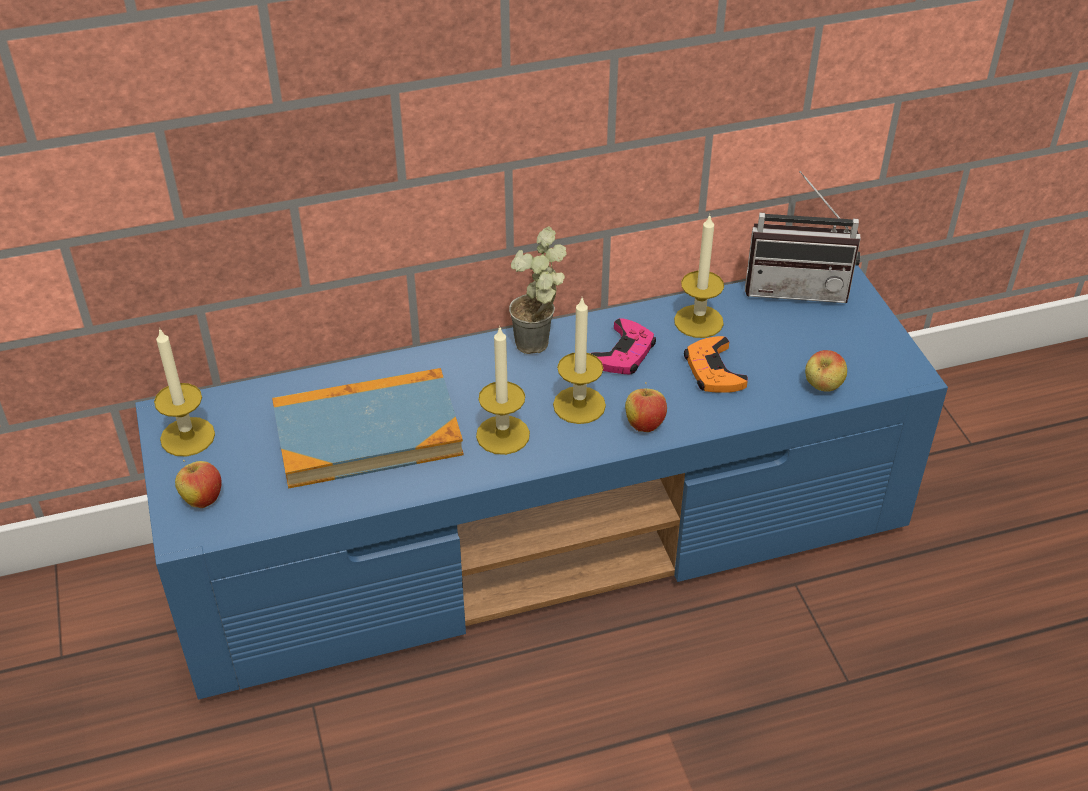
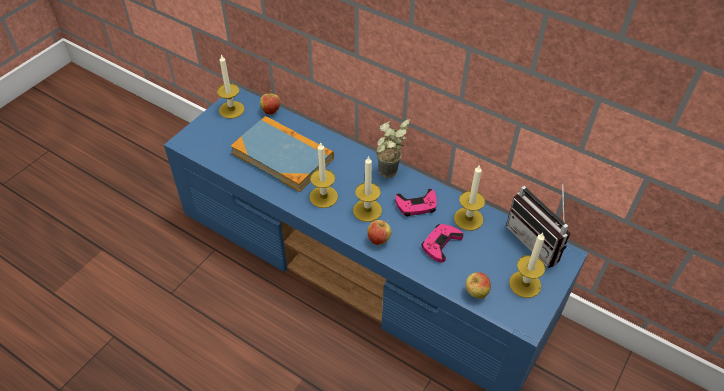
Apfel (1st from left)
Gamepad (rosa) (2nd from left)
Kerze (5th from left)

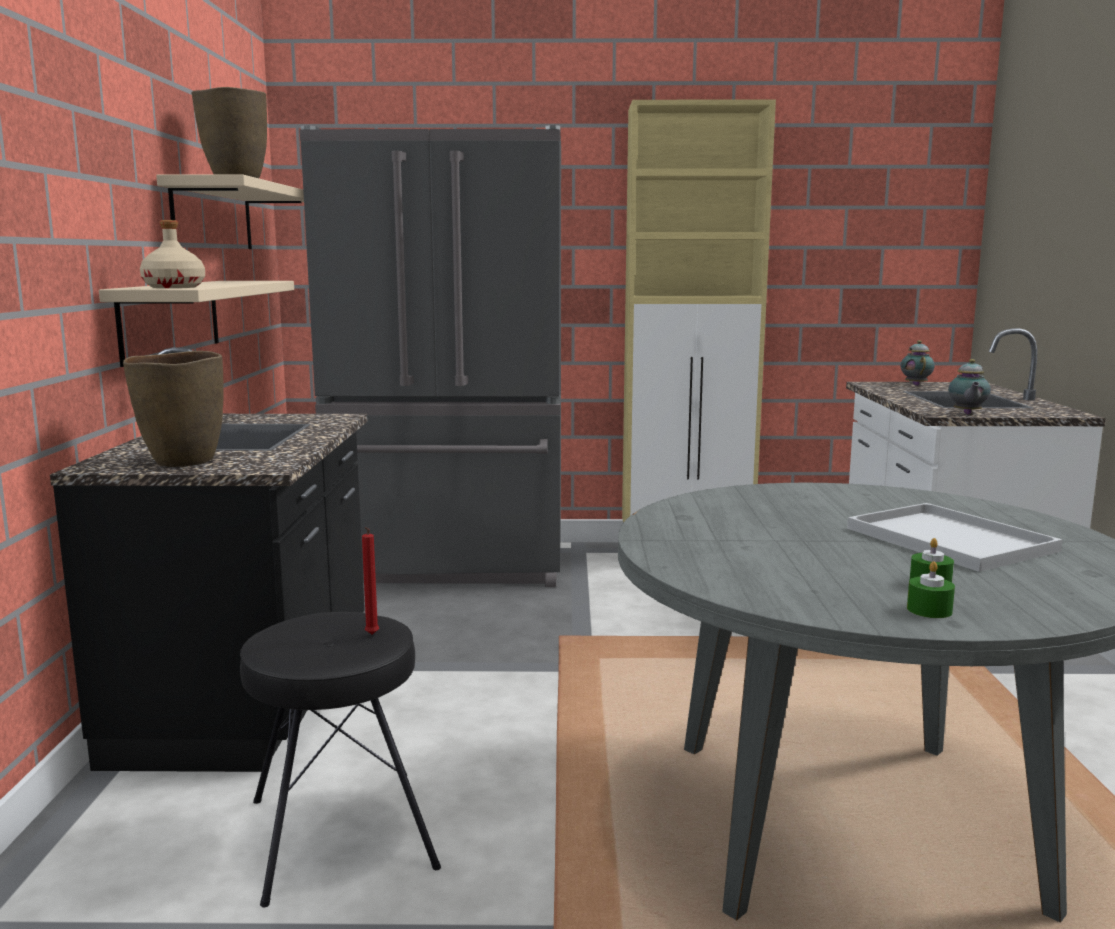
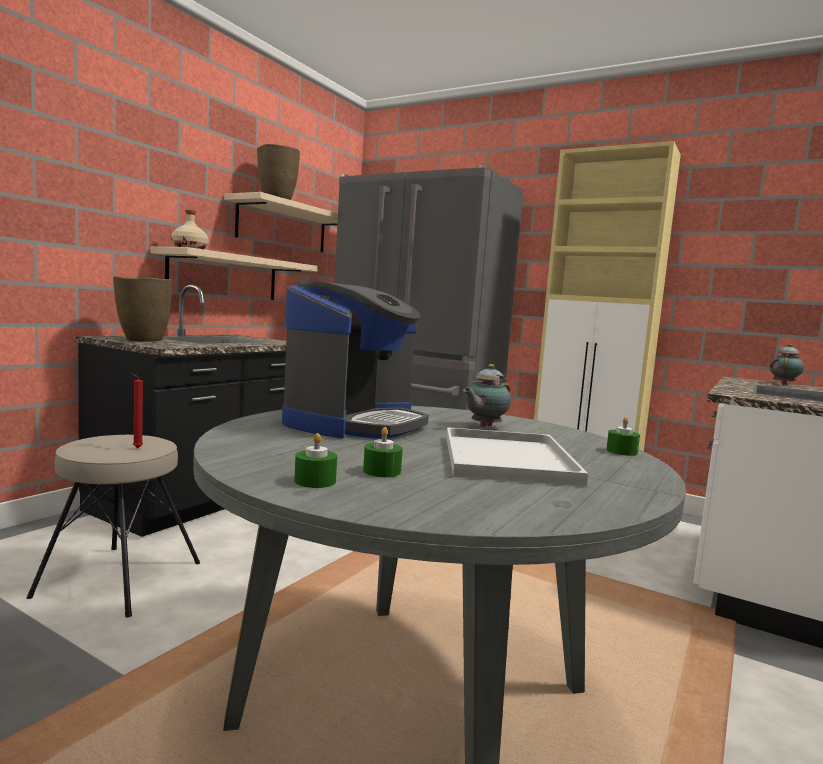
Hocker (beige)
Kaffeemaschine
Teekanne (1st from left)
Kerze (grün) (3rd from left)

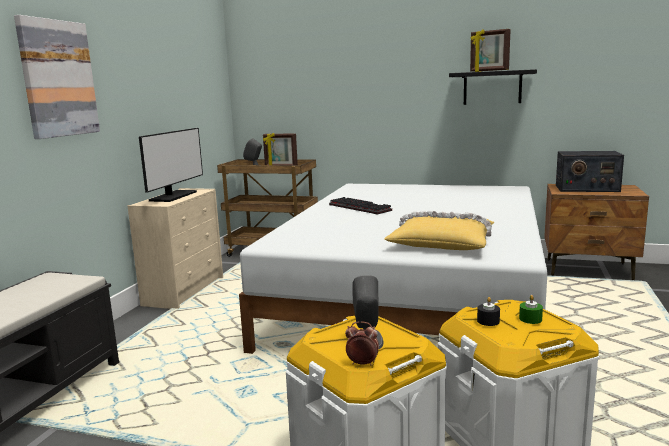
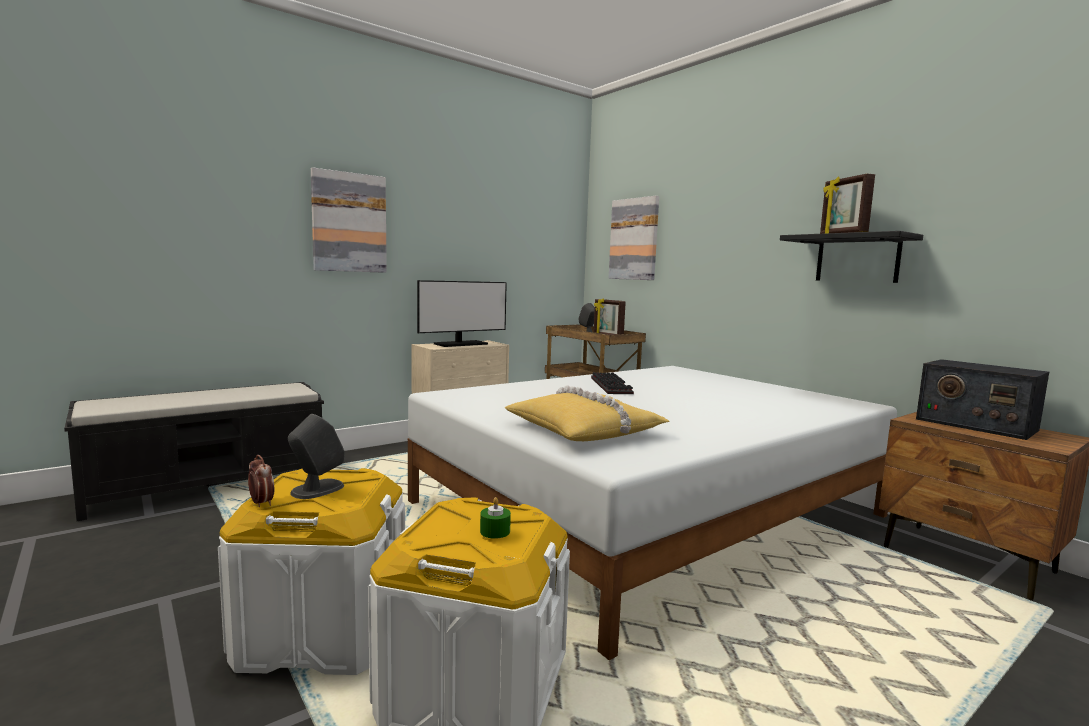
Bild (2nd from left)
Kerze (schwarz)

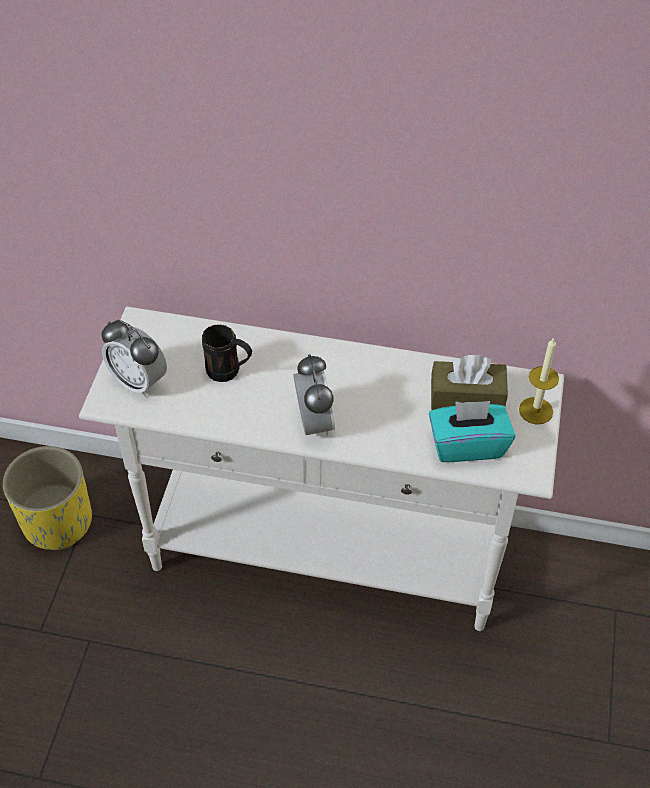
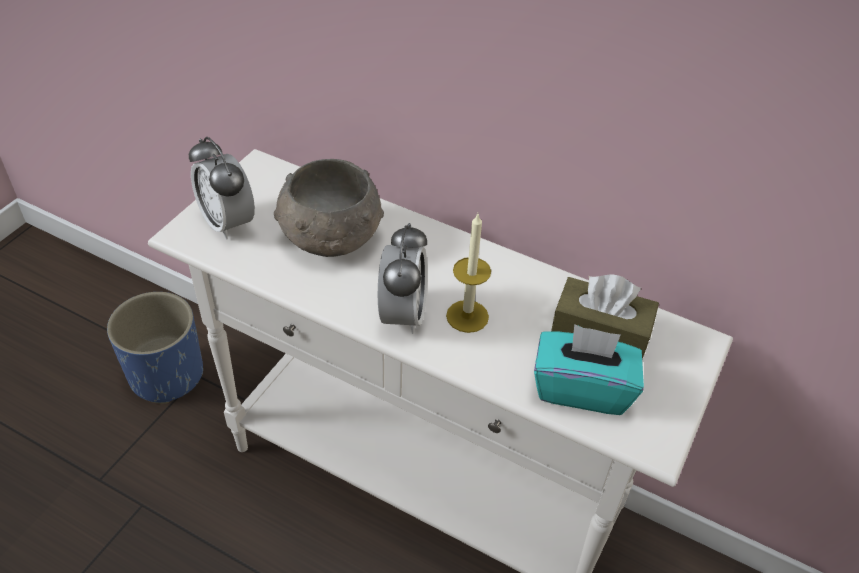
Pflanzkübel (blau)
Schüssel (grau)
Kerze

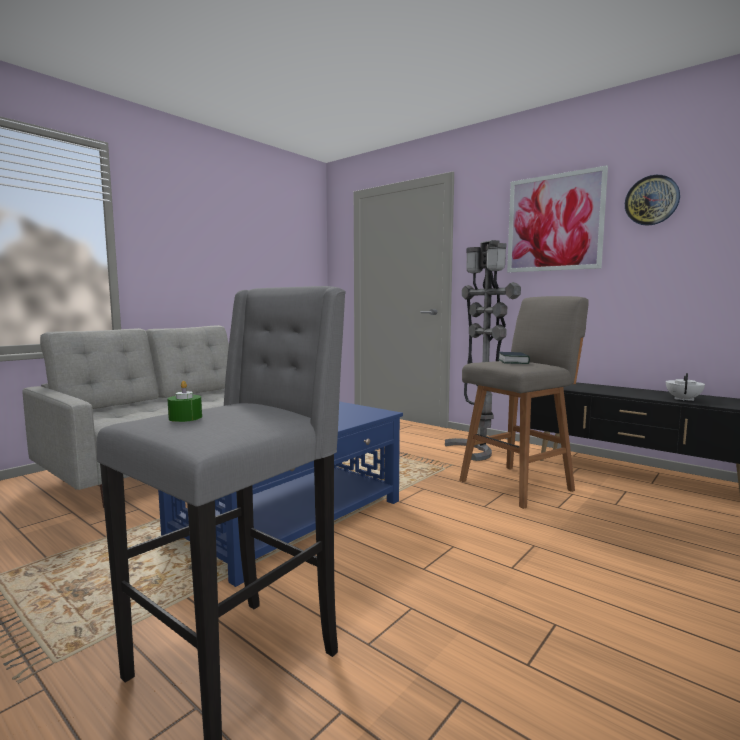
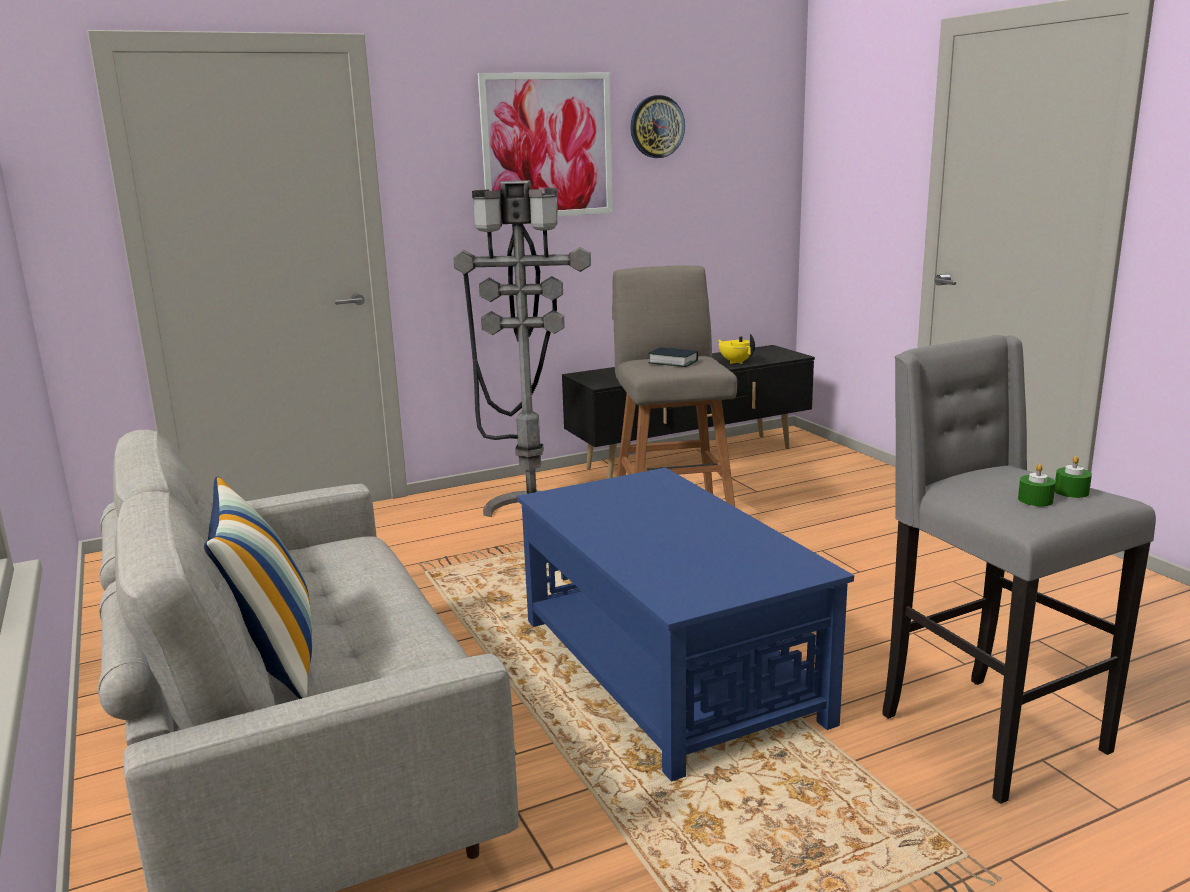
Kissen
Teekanne (gelb)
Kerze (grün) (2nd from left)

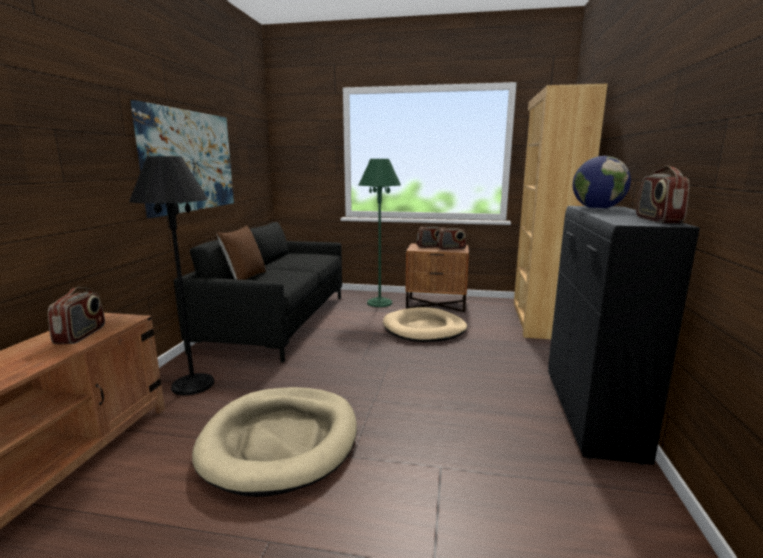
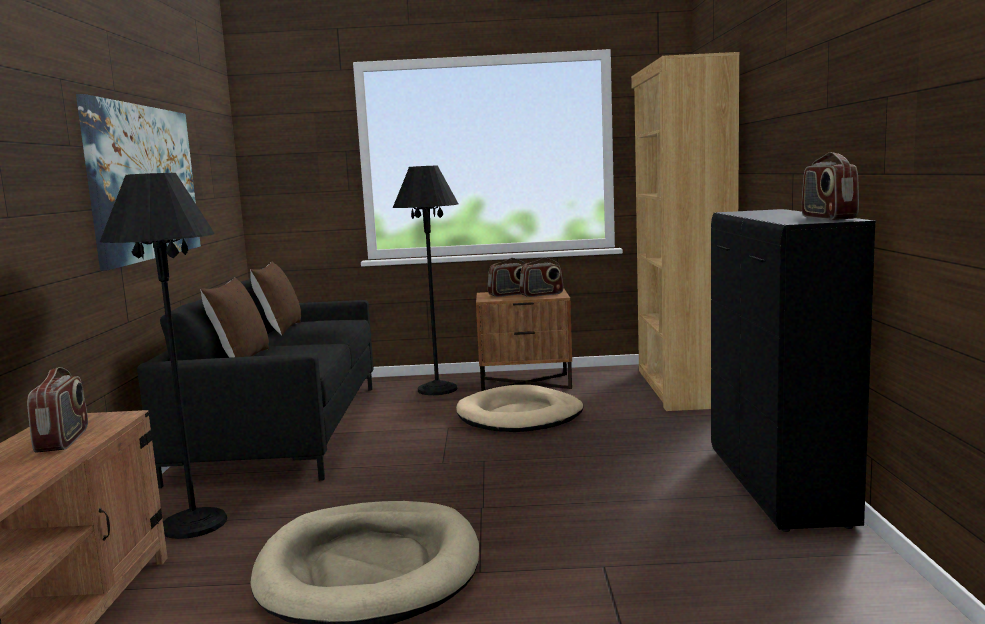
Kissen (braun) (2nd from left)
Stehlampe (schwarz) (2nd from left)
Globus

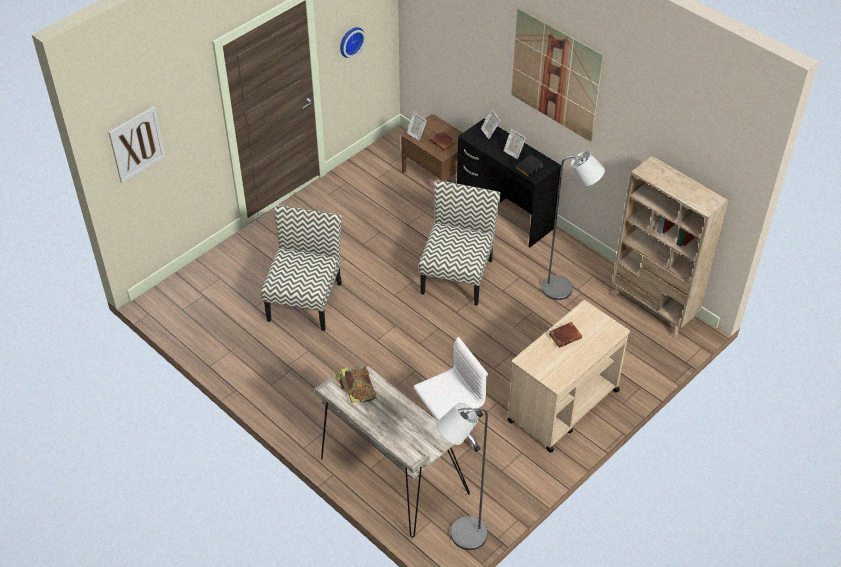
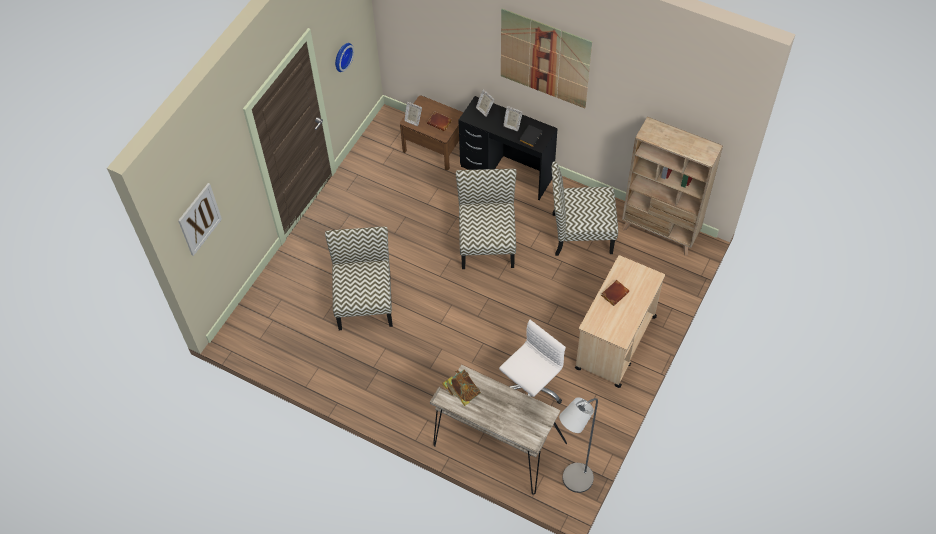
Stuhl (3rd from left)

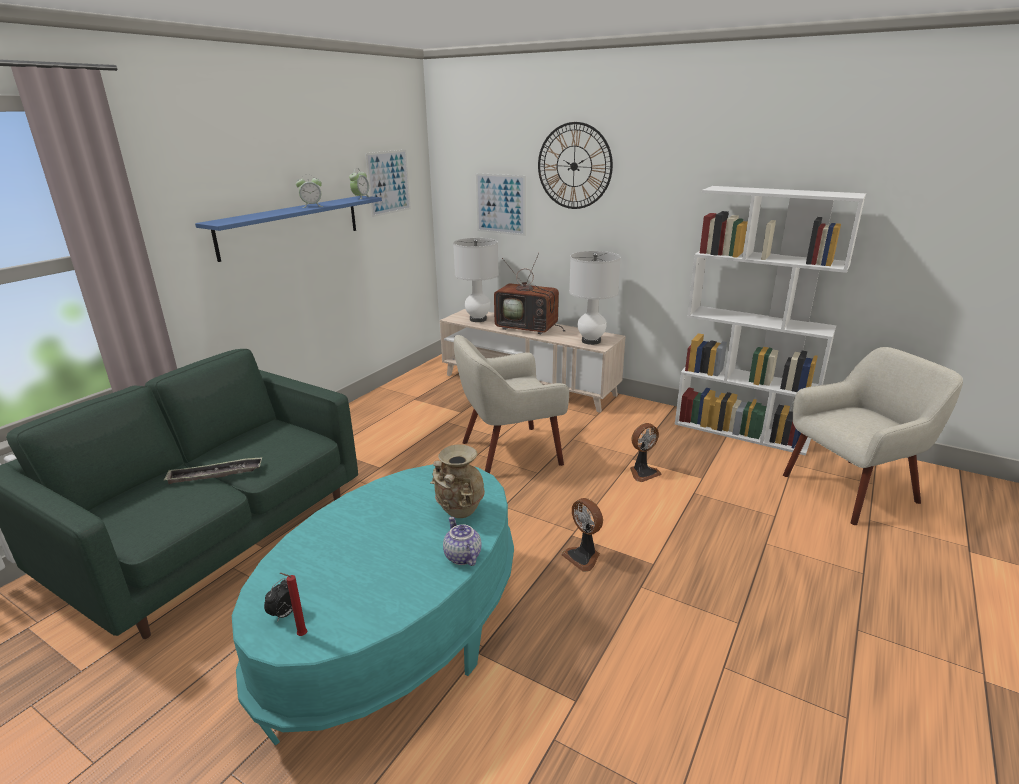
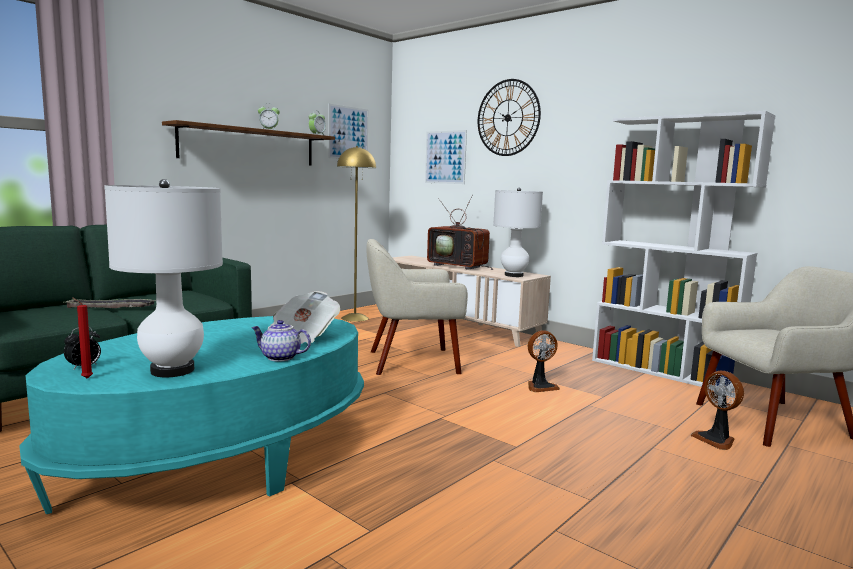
Tischlampe (weiß) (1st from left)
Wandregal (braun)
Teekanne
Zeitung
Stehlampe (gelb)
Ventilator (2nd from left)

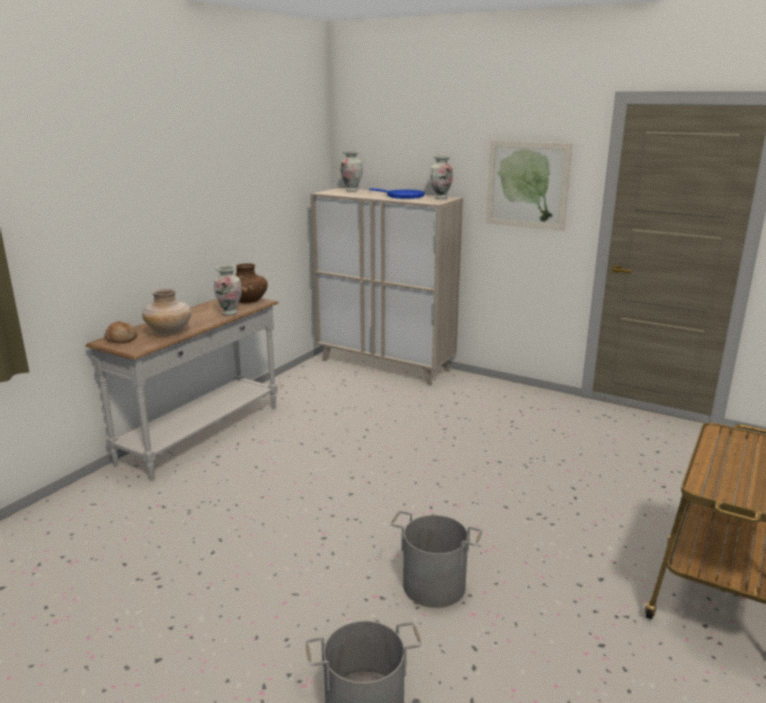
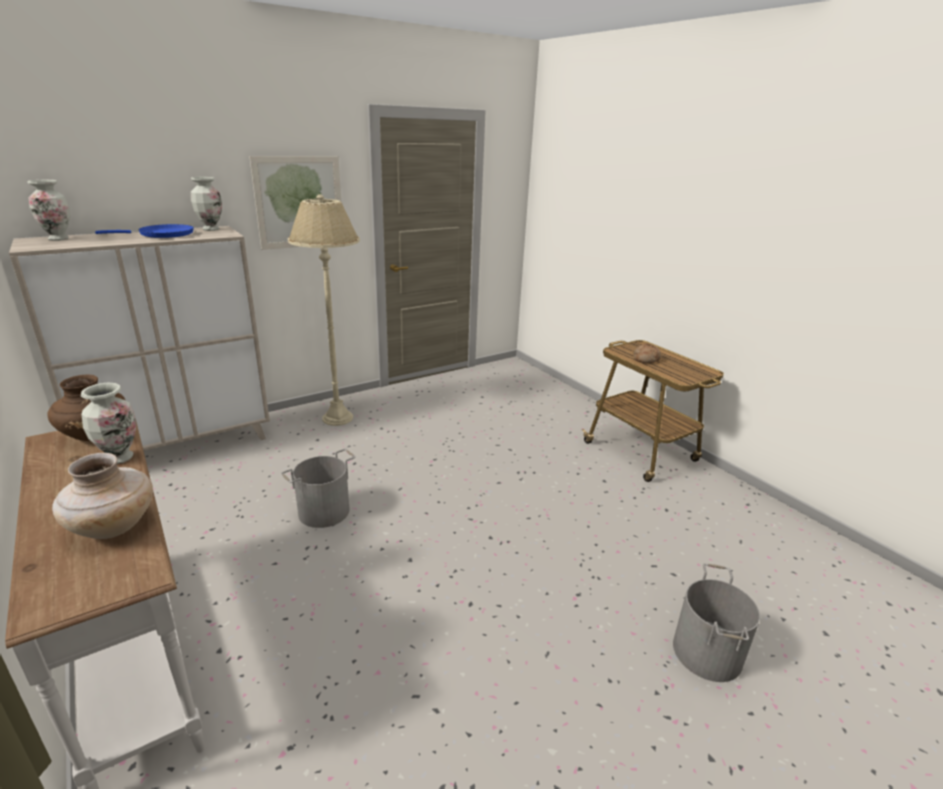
Eimer (grau) (1st from left)
Stehlampe (beige)
Brot

